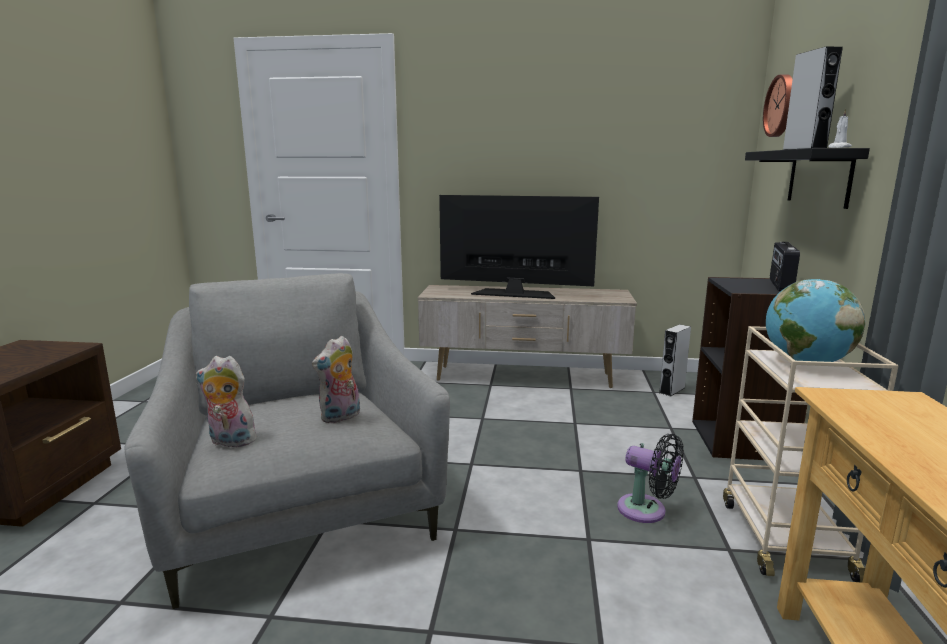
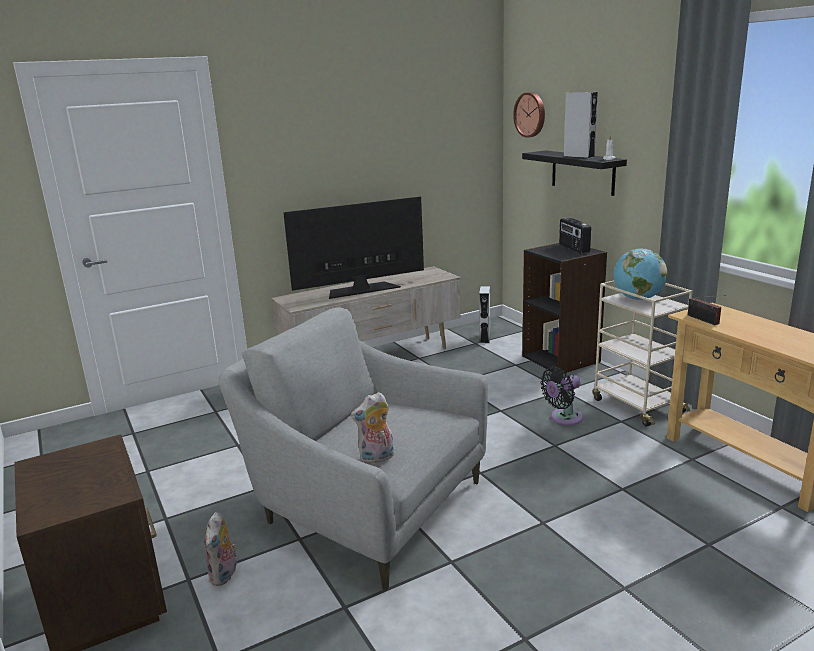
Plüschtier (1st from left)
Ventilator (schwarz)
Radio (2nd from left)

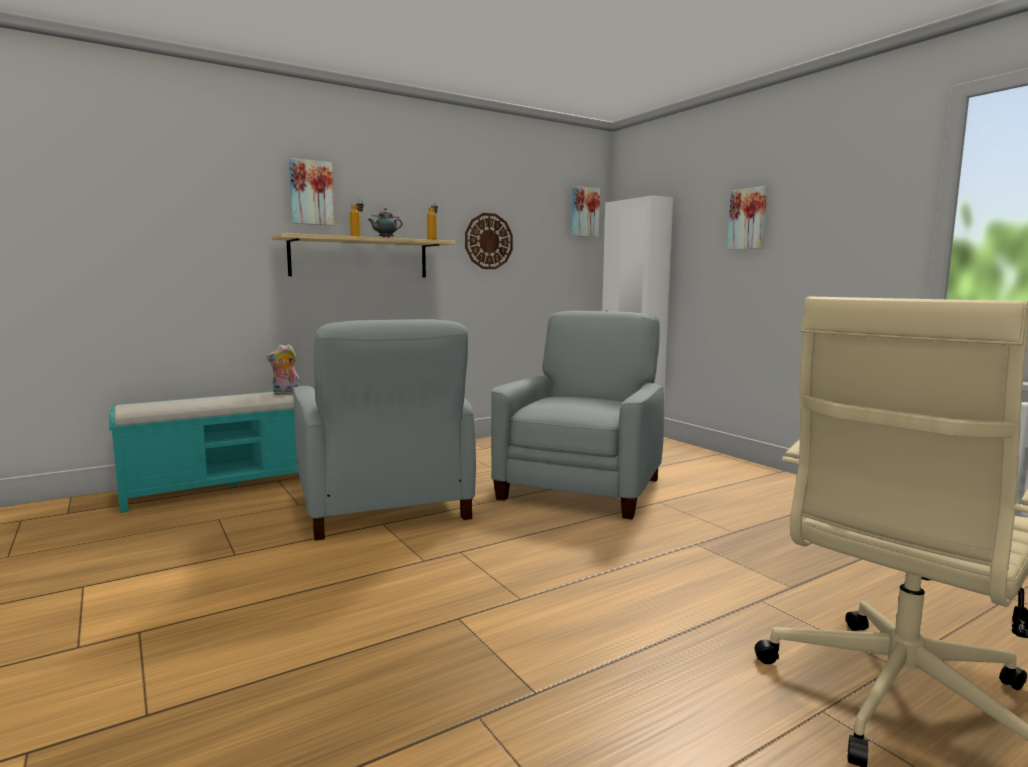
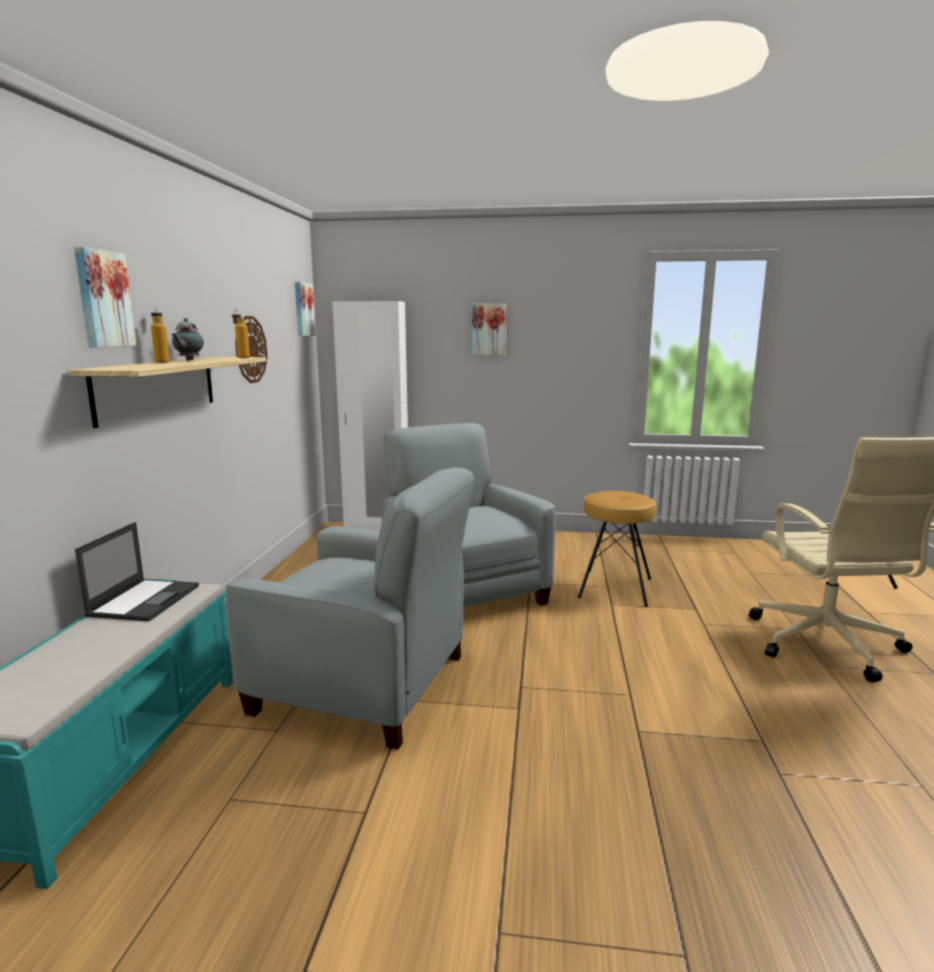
Laptop
Hocker (braun)

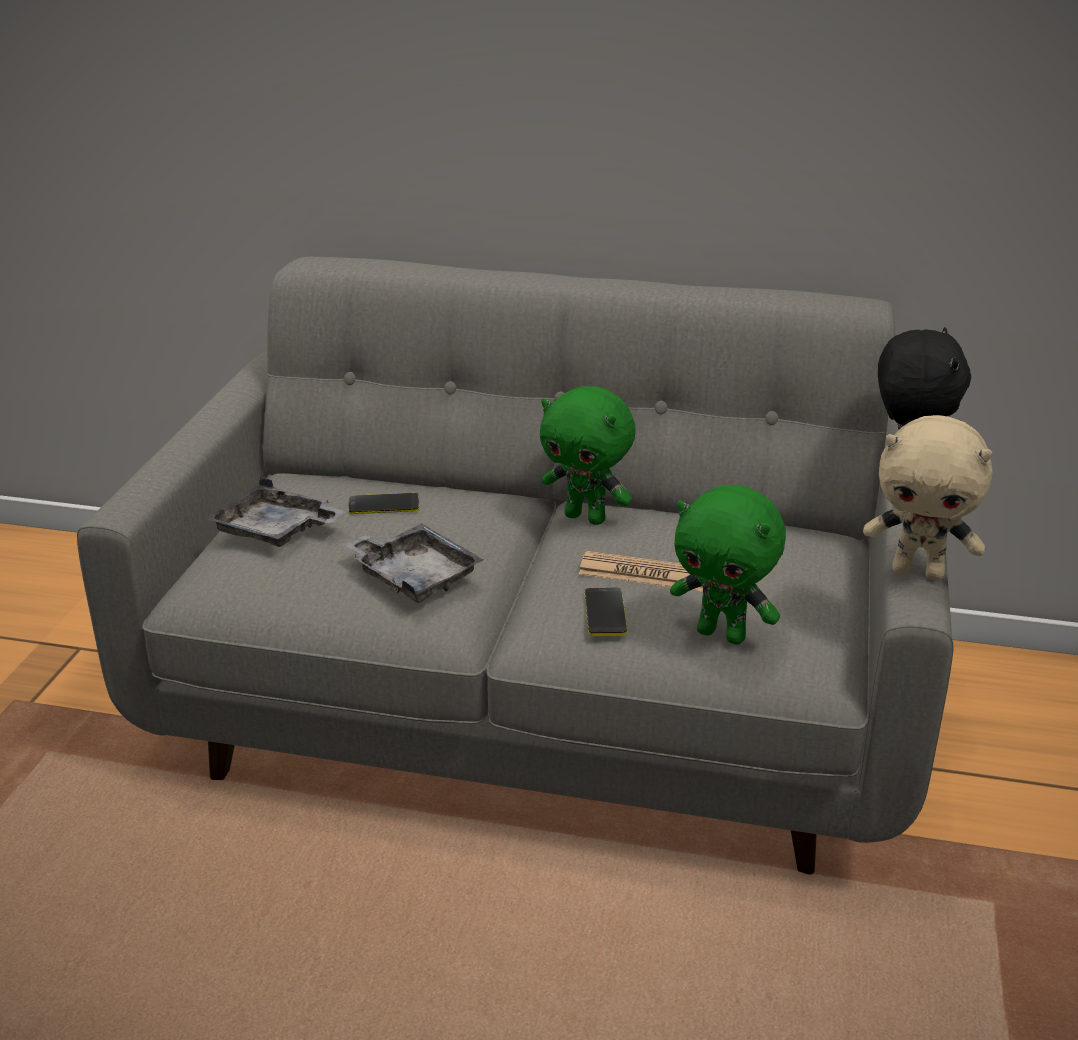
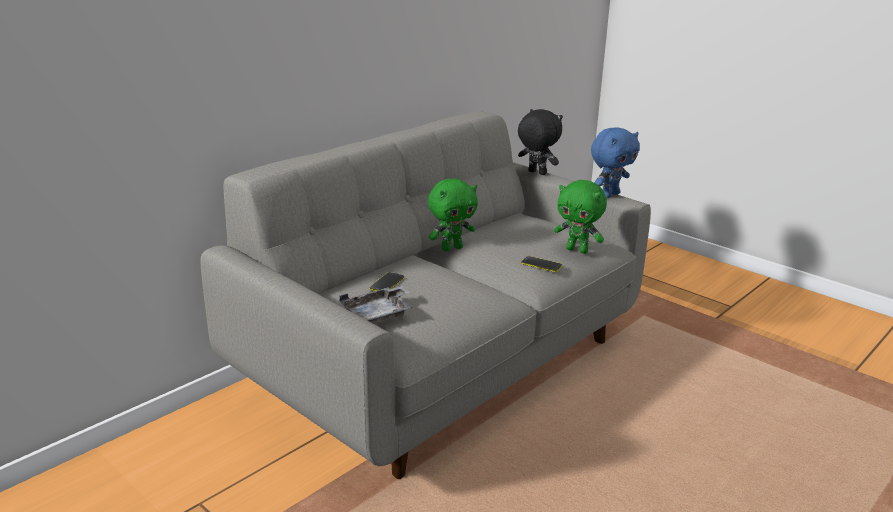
Plüschtier (grün) (2nd from left)
Plüschtier (blau)
Tablett (grau) (2nd from left in the first image)
Zeitung

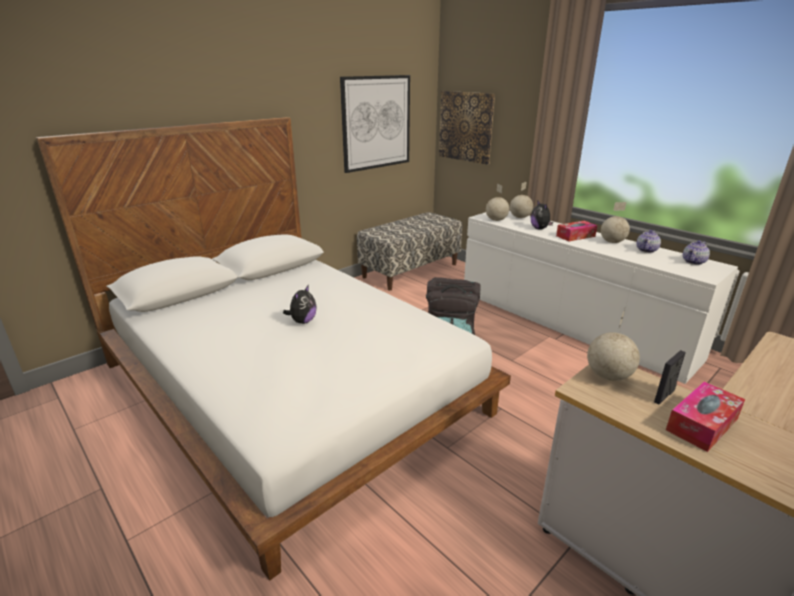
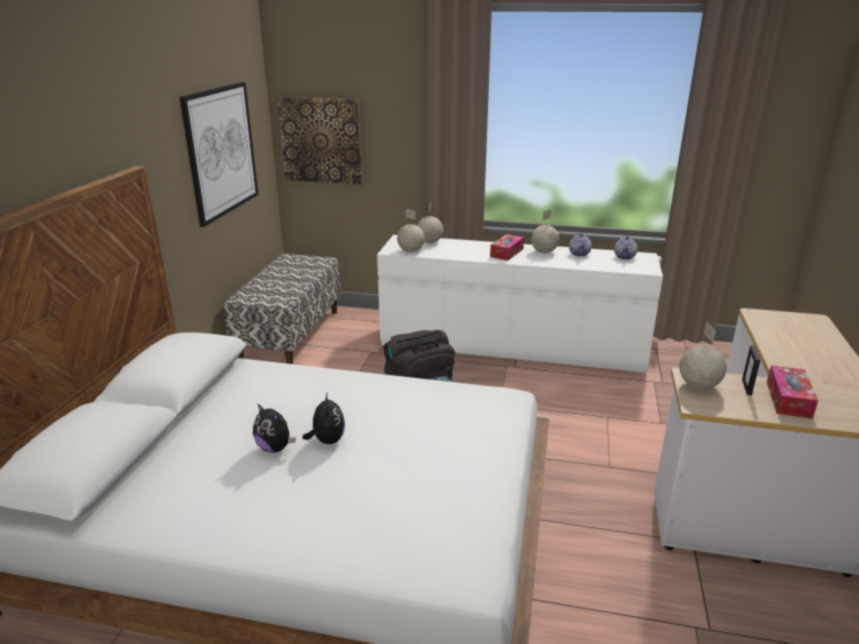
Plüschtier (1st from left)

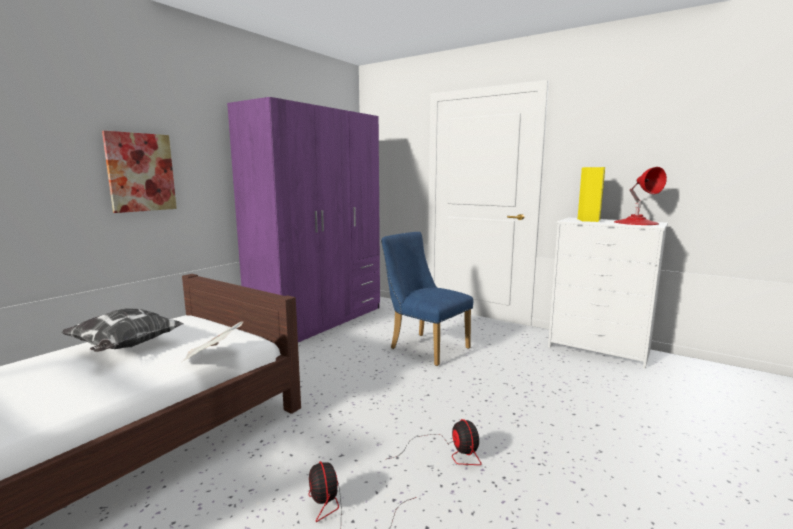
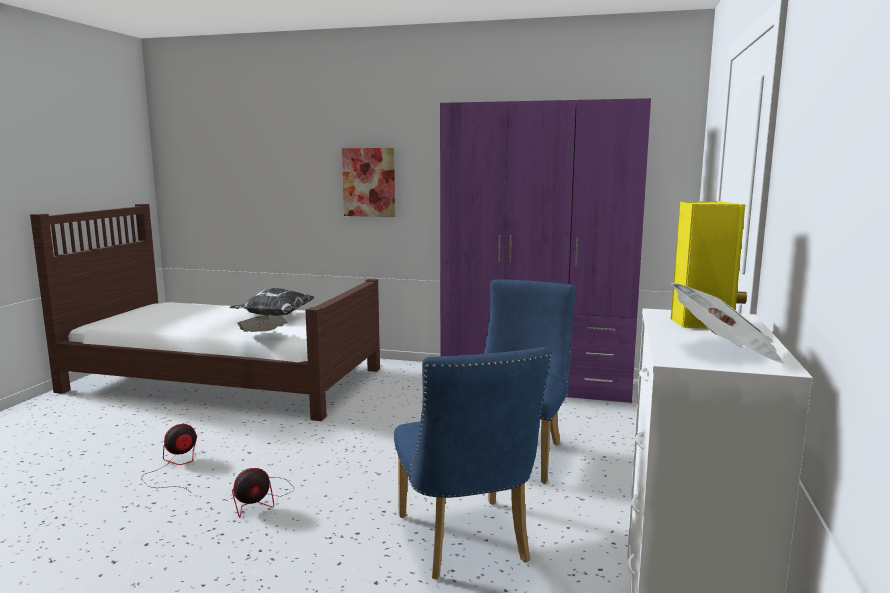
Stuhl (blau) (1st from left)
Zeitung (2nd from left)

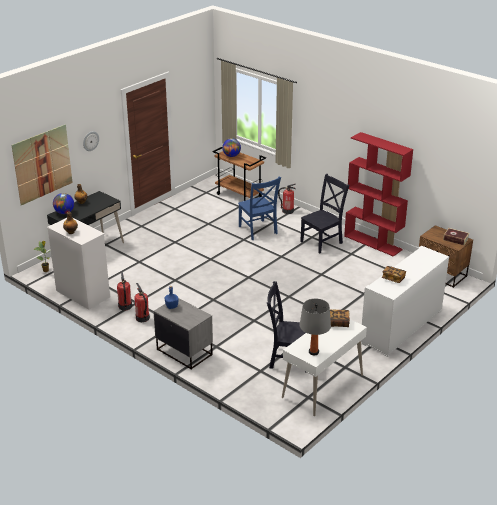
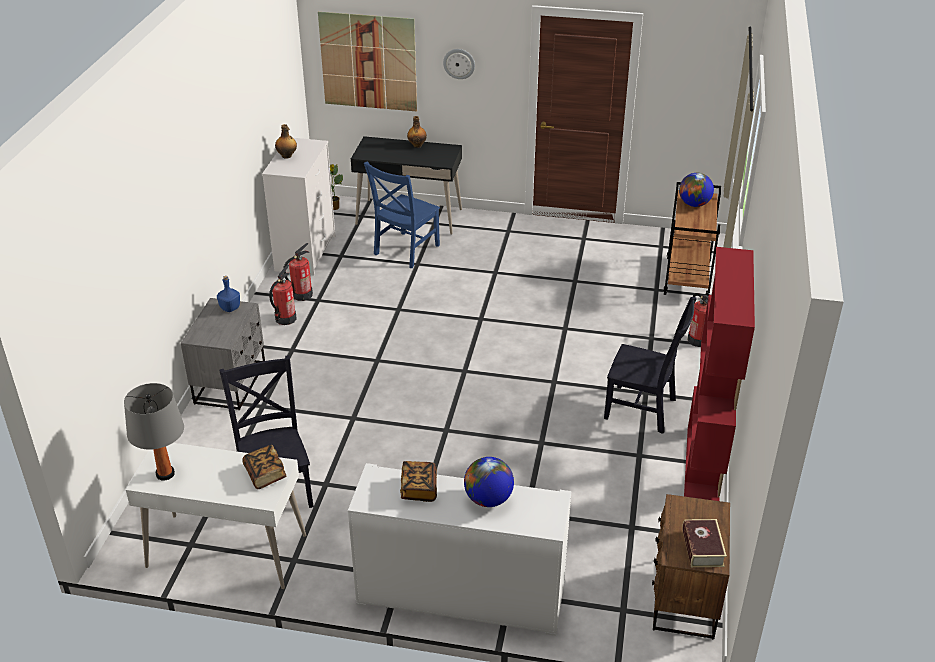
Stuhl (blau)
Globus (1st from left)

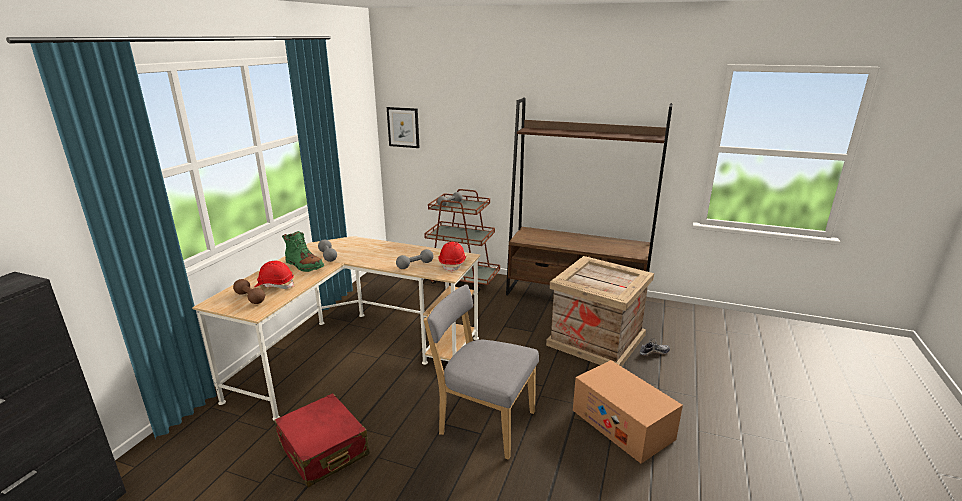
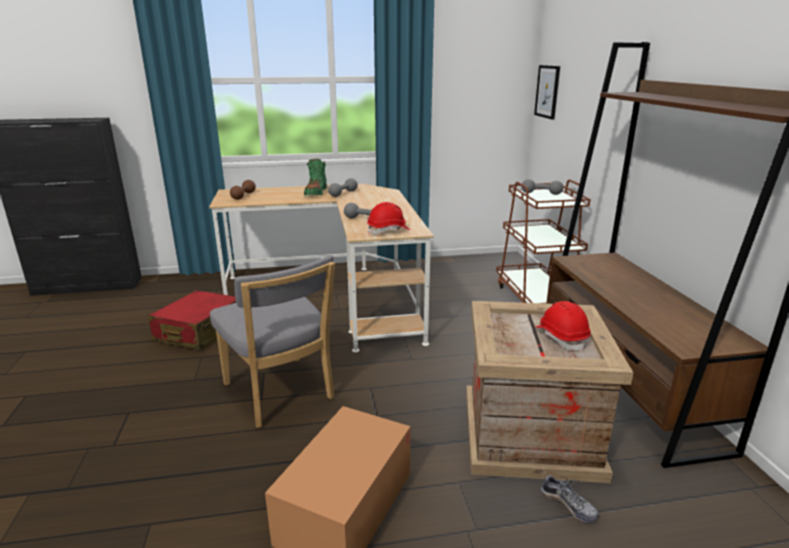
Stuhl (grau)
Schutzhelm (rot) (2nd from left)

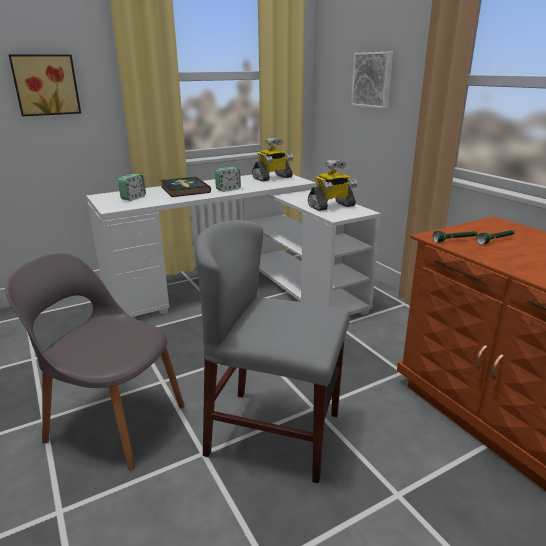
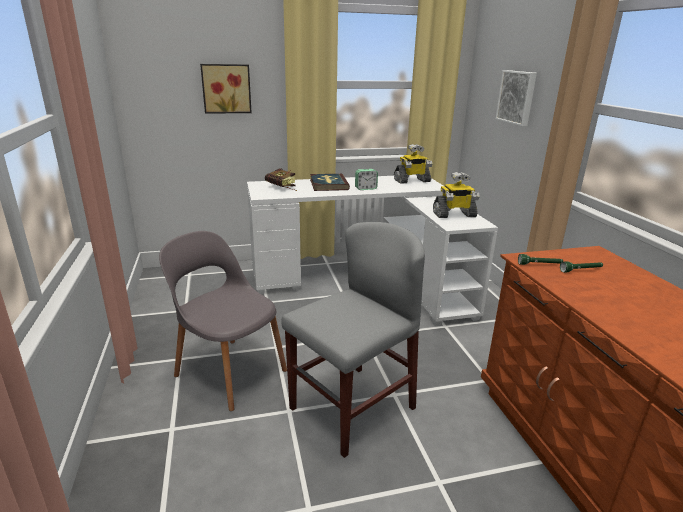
Buch (1st from left)
Stuhl (grau) (2nd from left)

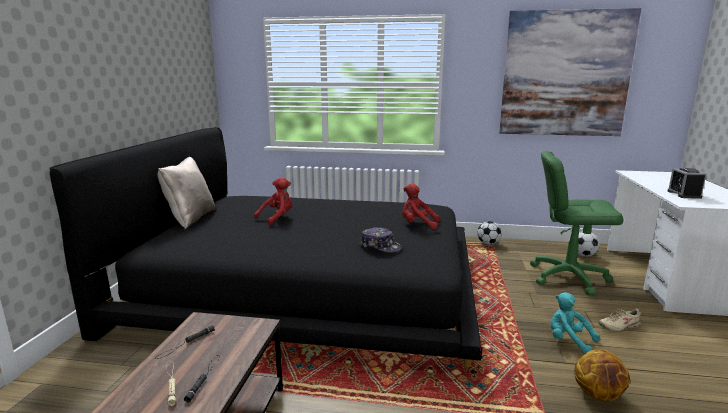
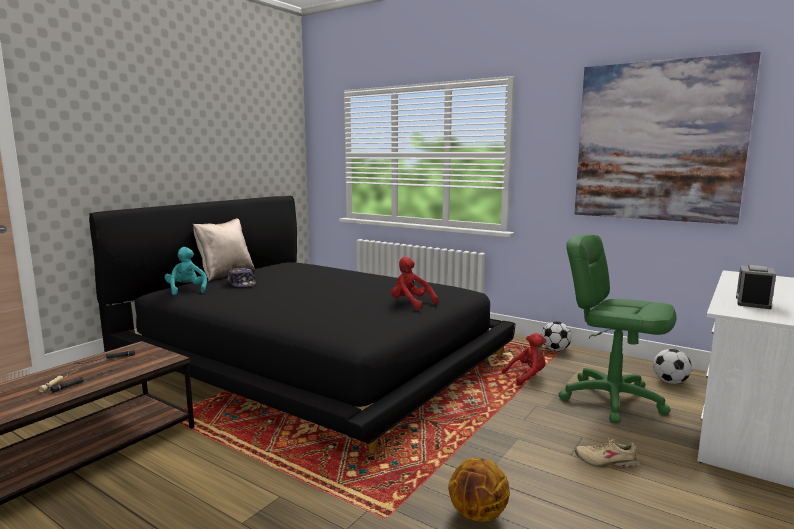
Plüschtier (türkis)
Kappe
Plüschtier (rot) (2nd from left)

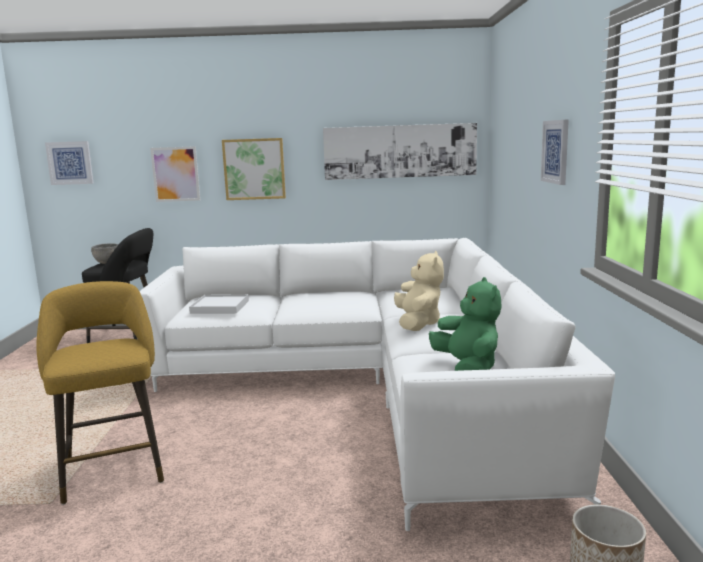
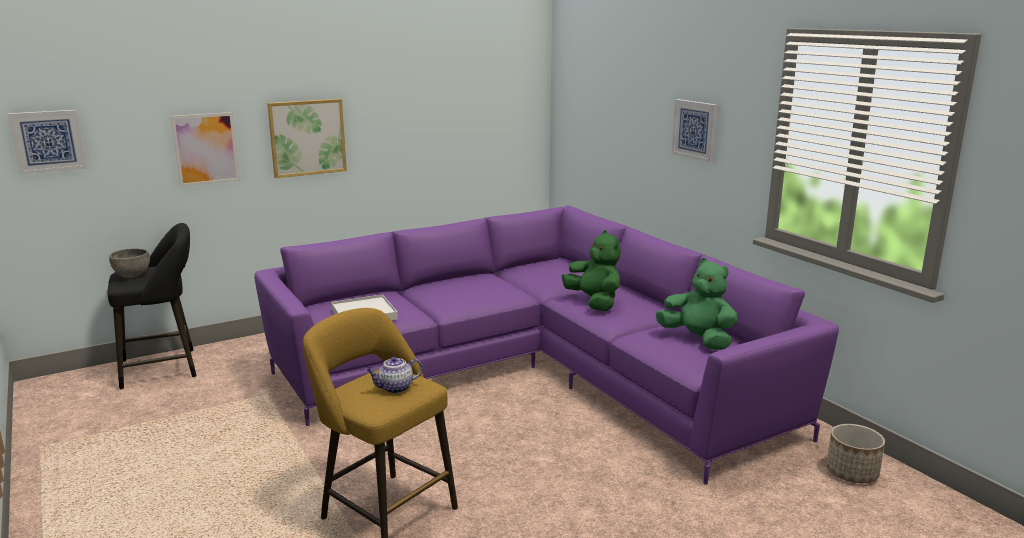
Sofa (lila)
Teekanne
Plüschtier (grün) (1st from left)
Bild (4th from left in the first image)

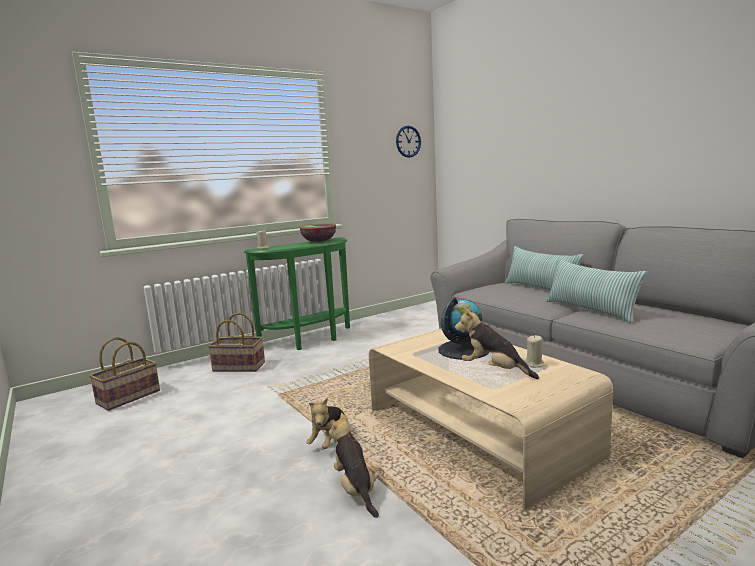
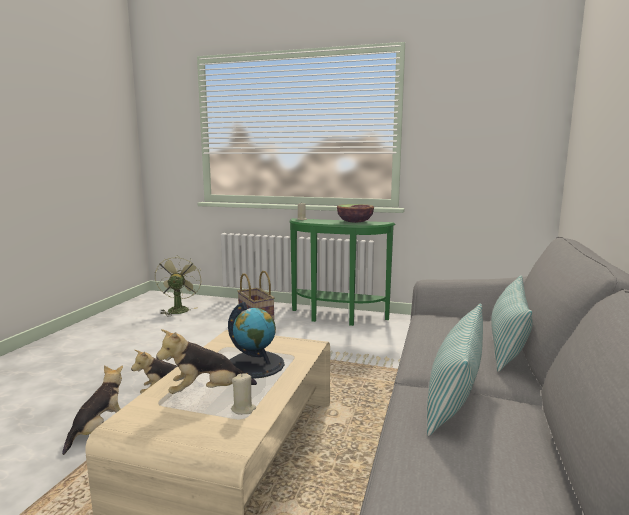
Ventilator (grün)
Plüschtier (3rd from left)
Wanduhr

